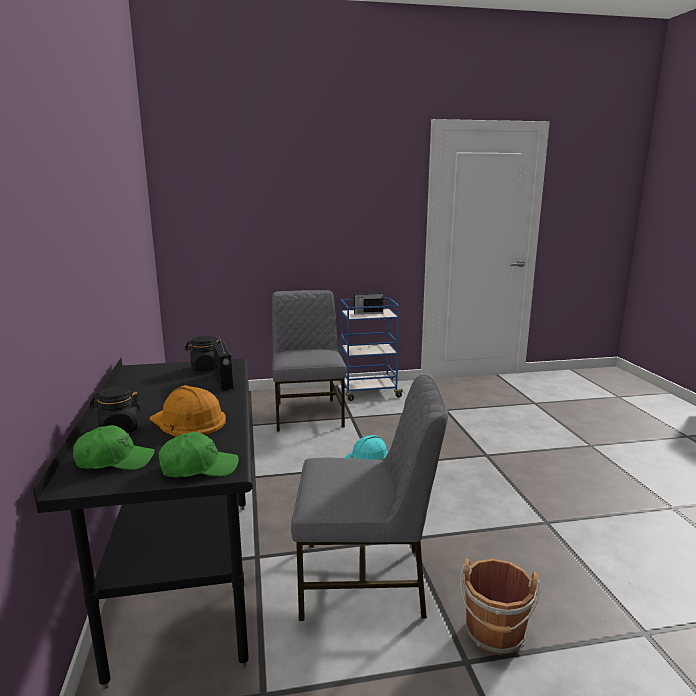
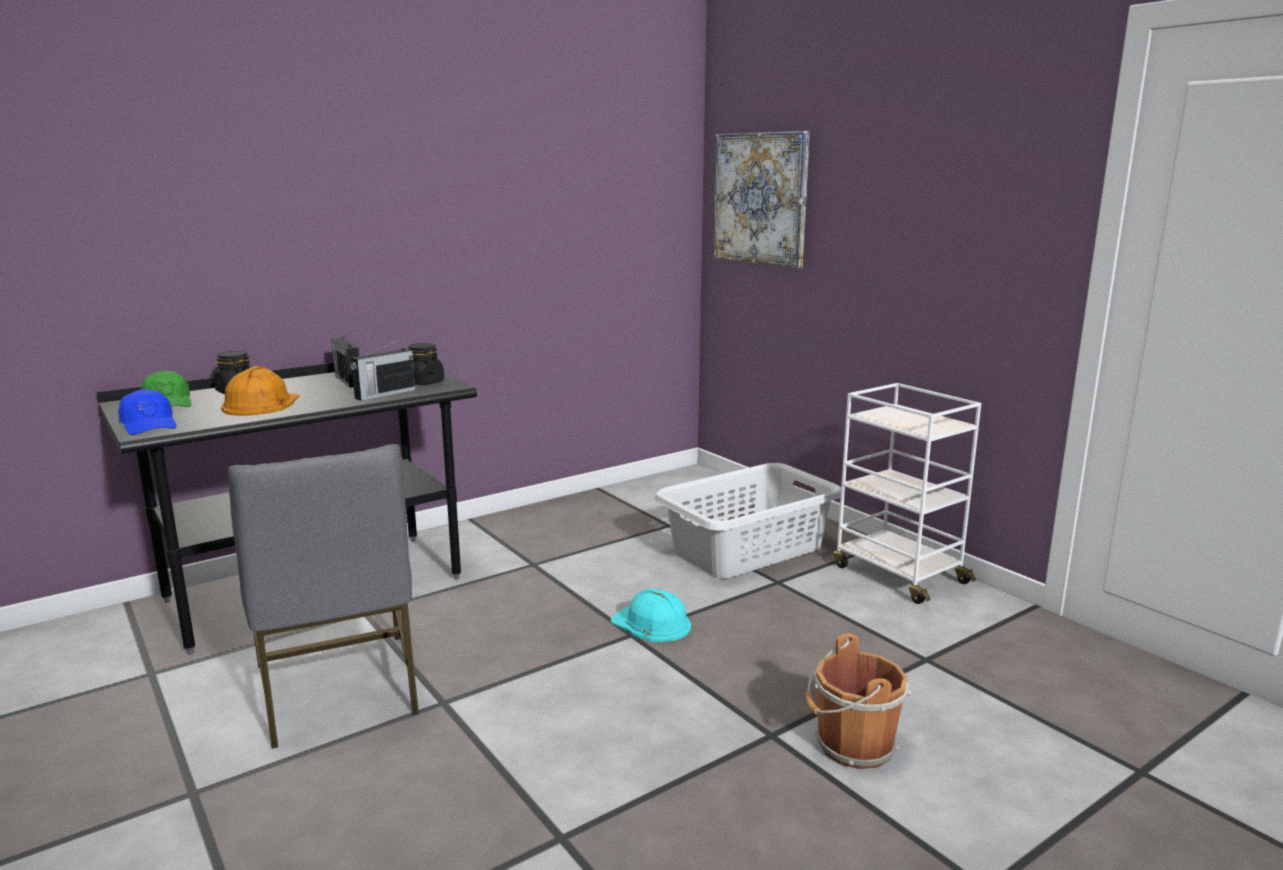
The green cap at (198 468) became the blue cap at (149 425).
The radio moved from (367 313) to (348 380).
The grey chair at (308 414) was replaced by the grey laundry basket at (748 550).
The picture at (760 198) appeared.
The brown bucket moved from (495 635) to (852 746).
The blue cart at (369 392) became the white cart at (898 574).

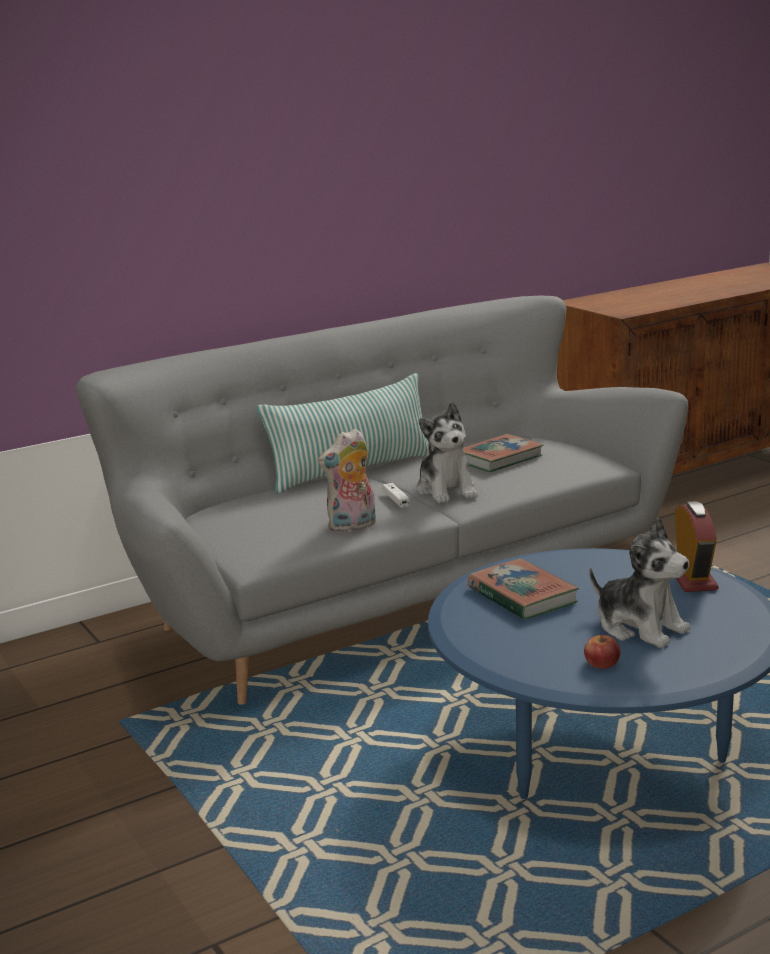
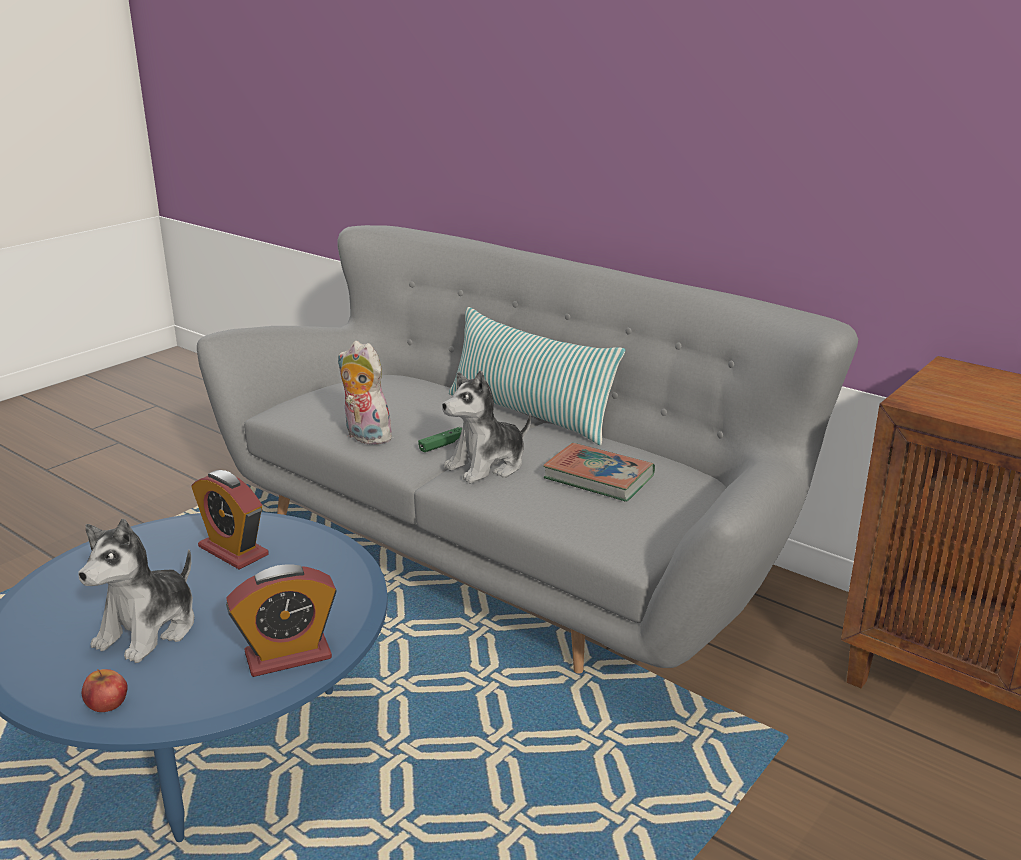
The apple moved from (601 663) to (107 703).
The book at (522 596) was replaced by the alarm clock at (233 551).
The white game controller at (396 500) became the green game controller at (442 445).

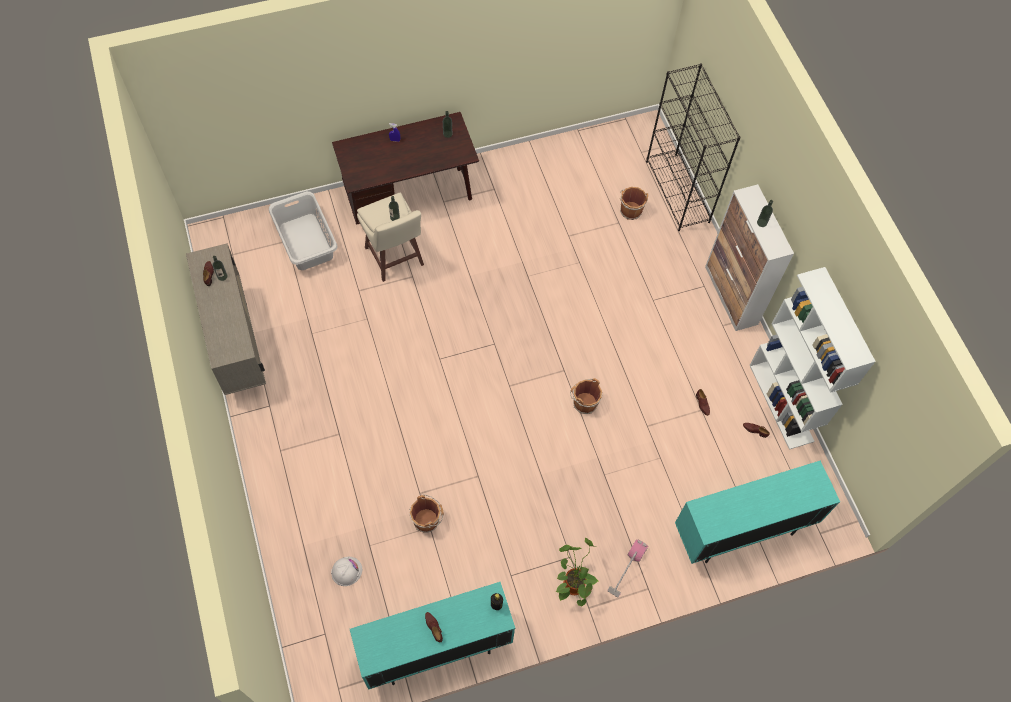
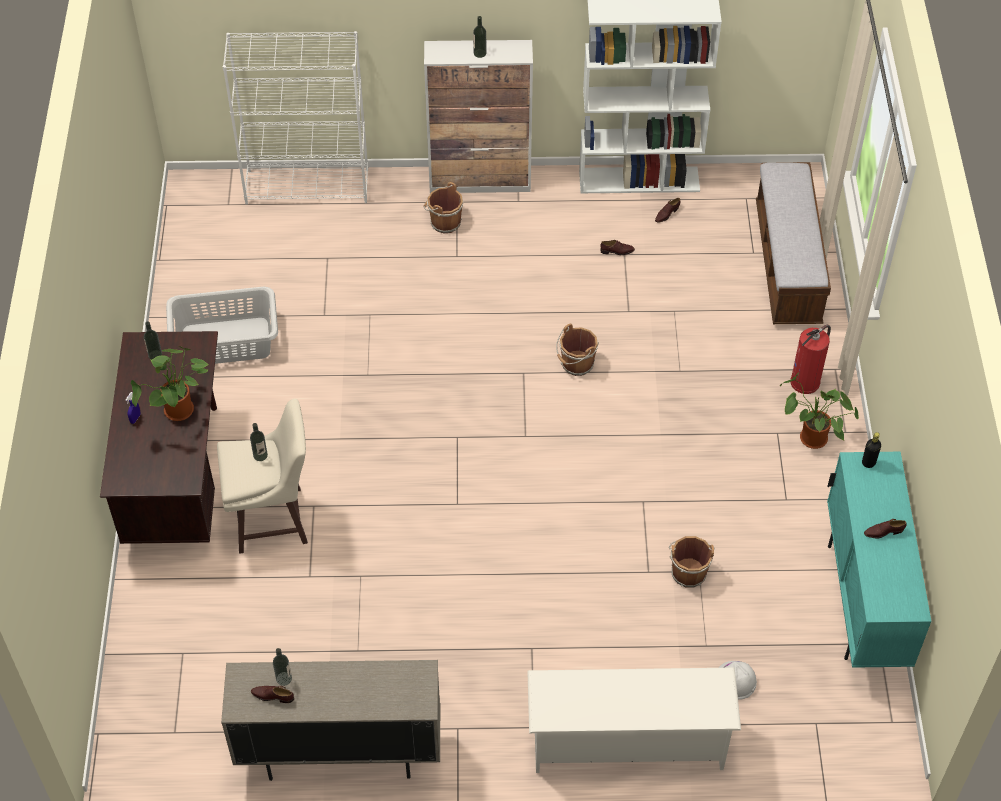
The potted plant at (179 413) appeared.
The grey laundry basket moved from (306 242) to (226 342).
The black bookcase at (678 192) became the white bookcase at (308 186).
The brown bucket moved from (630 210) to (444 222).
The white shoe rack at (627 741) appeared.
The turquoise cabinet at (741 531) was replaced by the bench at (787 264).
The vacuum cleaner at (627 568) was replaced by the fire extinguisher at (806 382).

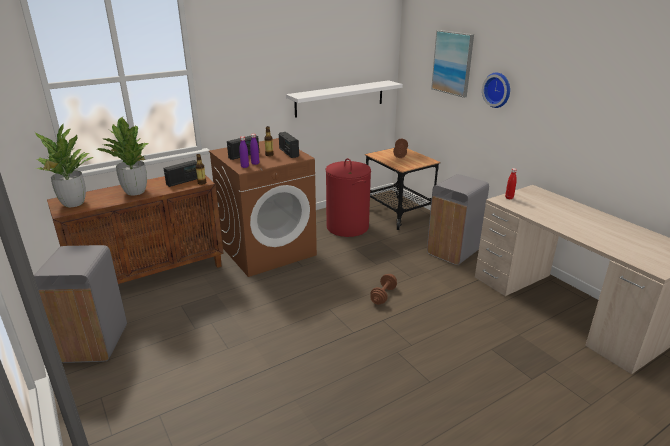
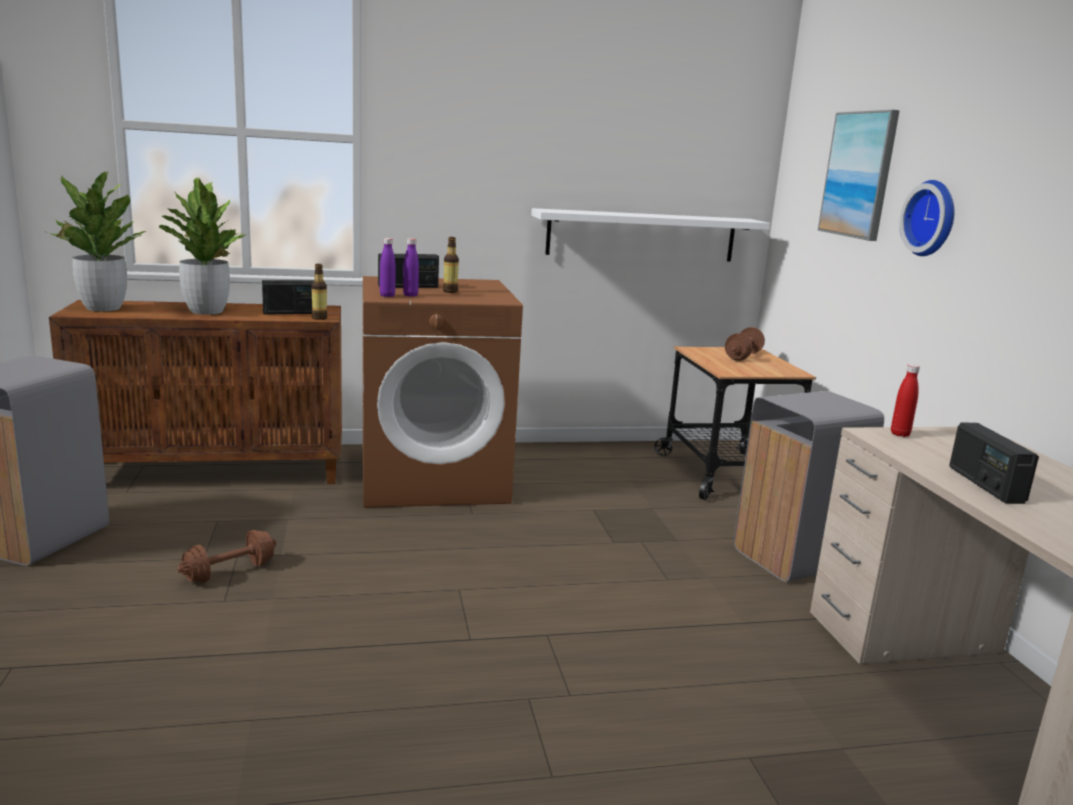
The brown dumbbell moved from (383 295) to (229 572).
The radio moved from (288 153) to (985 484).
The red laundry basket at (347 227) disappeared.

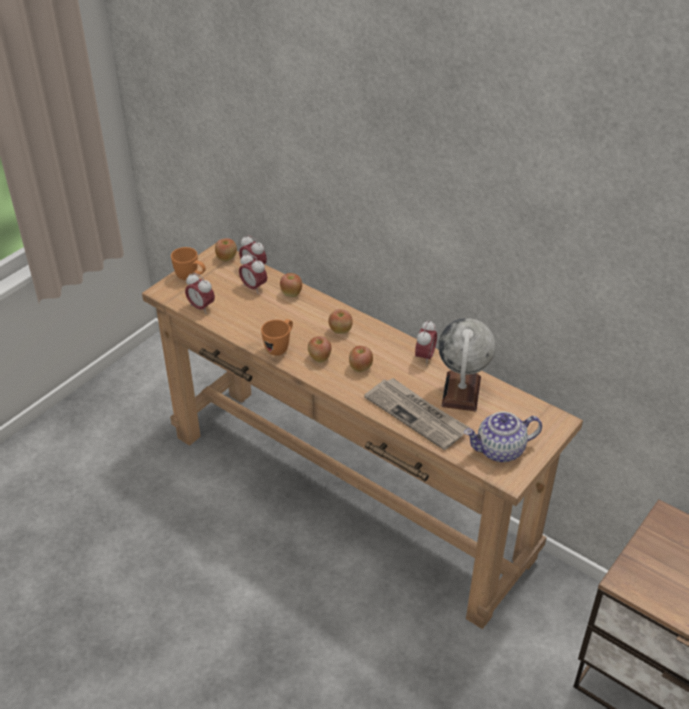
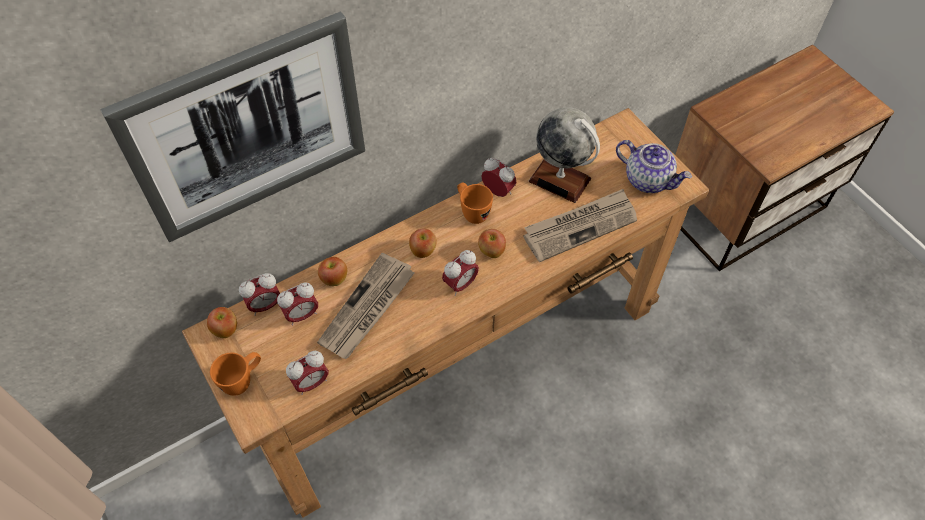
The picture at (248 129) appeared.
The newspaper at (367 309) appeared.
The apple at (319 358) was replaced by the alarm clock at (460 284).
The orange mug moved from (280 347) to (472 212).
The teapot at (500 450) turned 60 degrees counterclockwise.

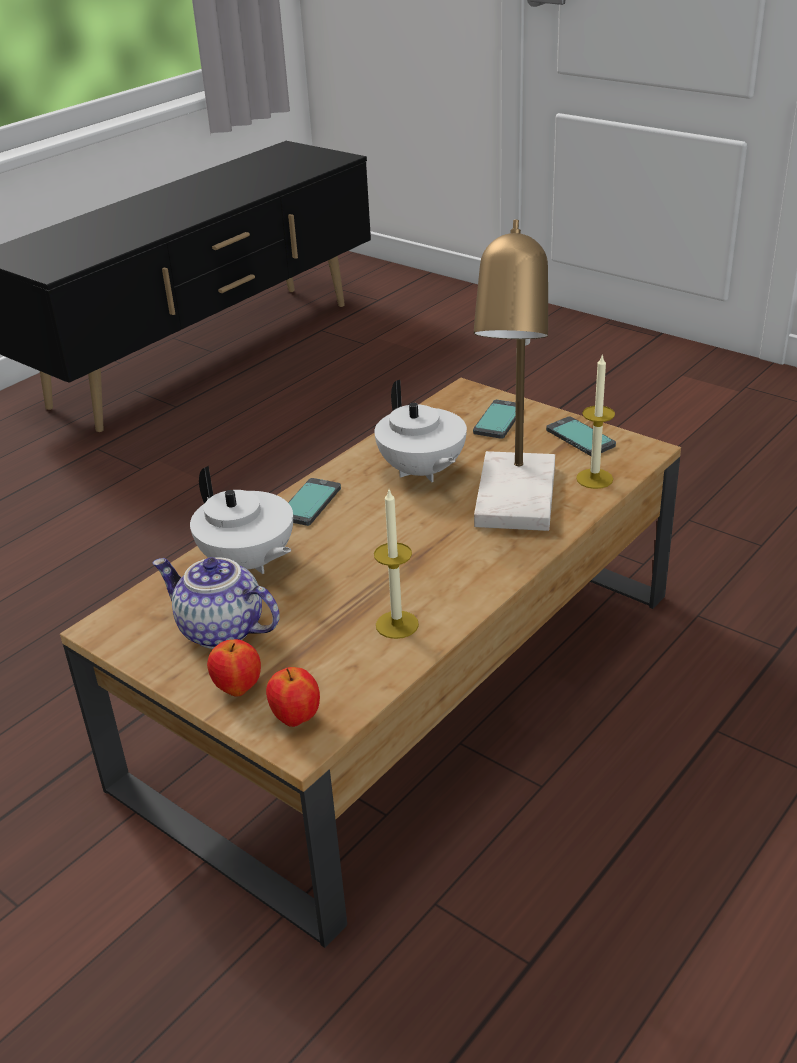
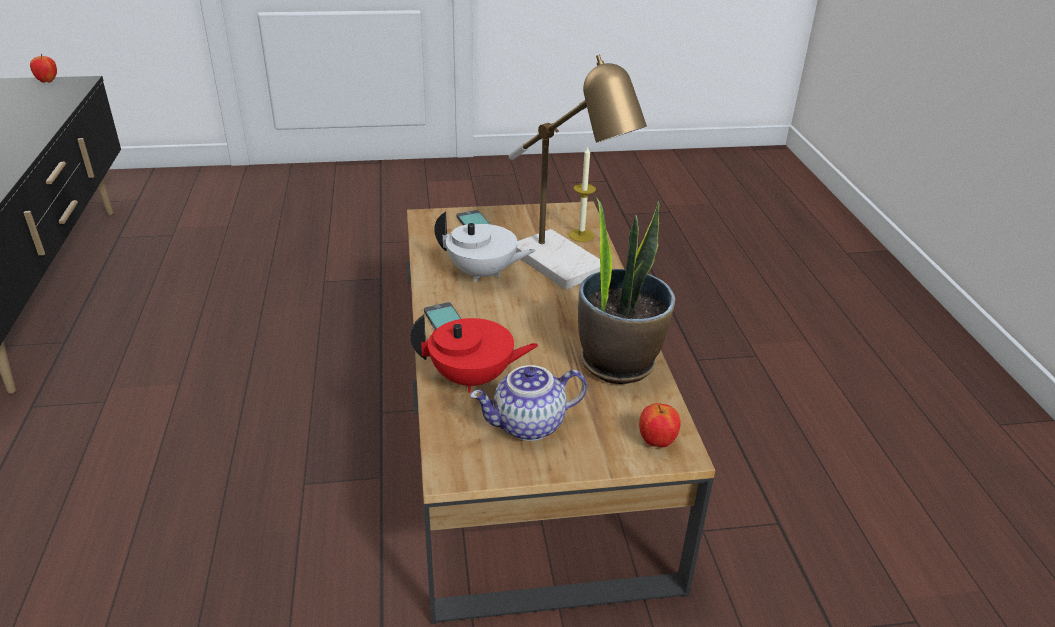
The apple moved from (238 689) to (47 81).
The white teapot at (248 563) became the red teapot at (473 378).
The candle at (397 624) was replaced by the potted plant at (618 362).
The phone at (580 438) disappeared.

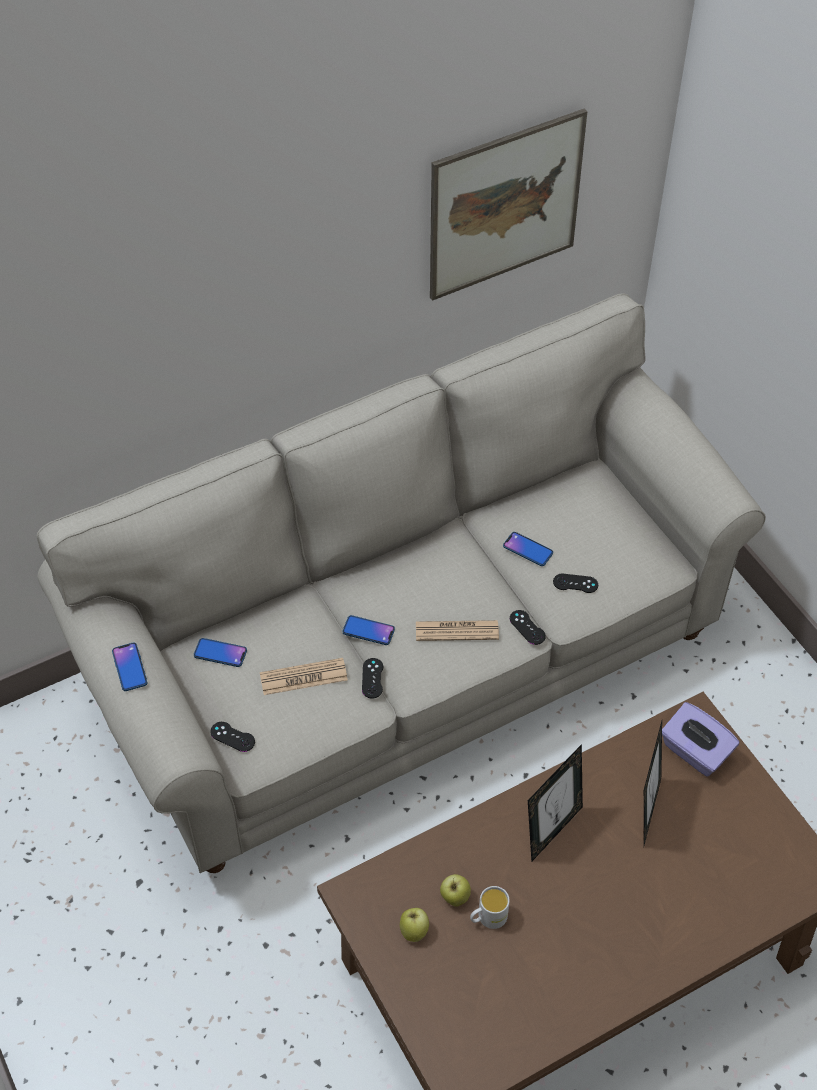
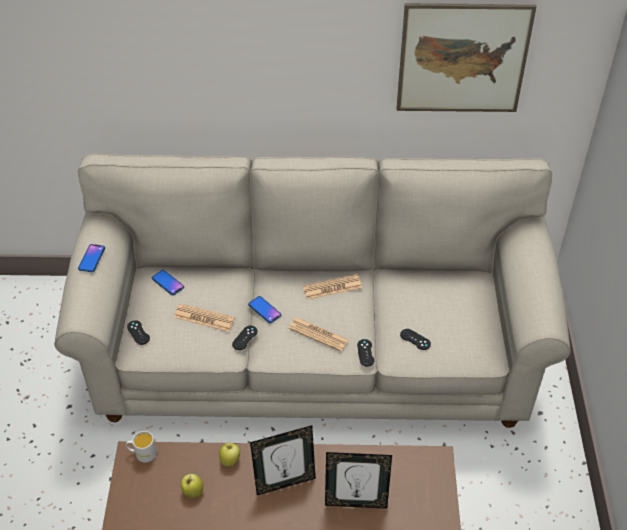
The white mug moved from (488 918) to (142 453).
The apple moved from (414 931) to (230 460).
The newspaper at (332 287) appeared.
The picture frame at (646 810) turned 45 degrees clockwise.
The phone at (528 549) disappeared.
The purple tissue box at (695 752) disappeared.

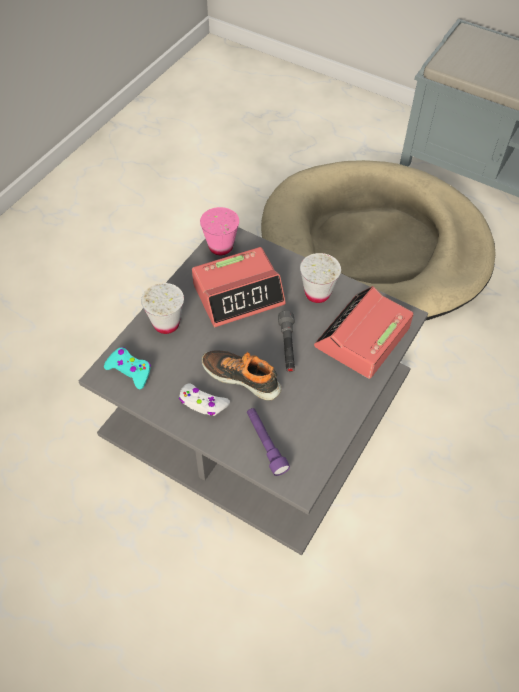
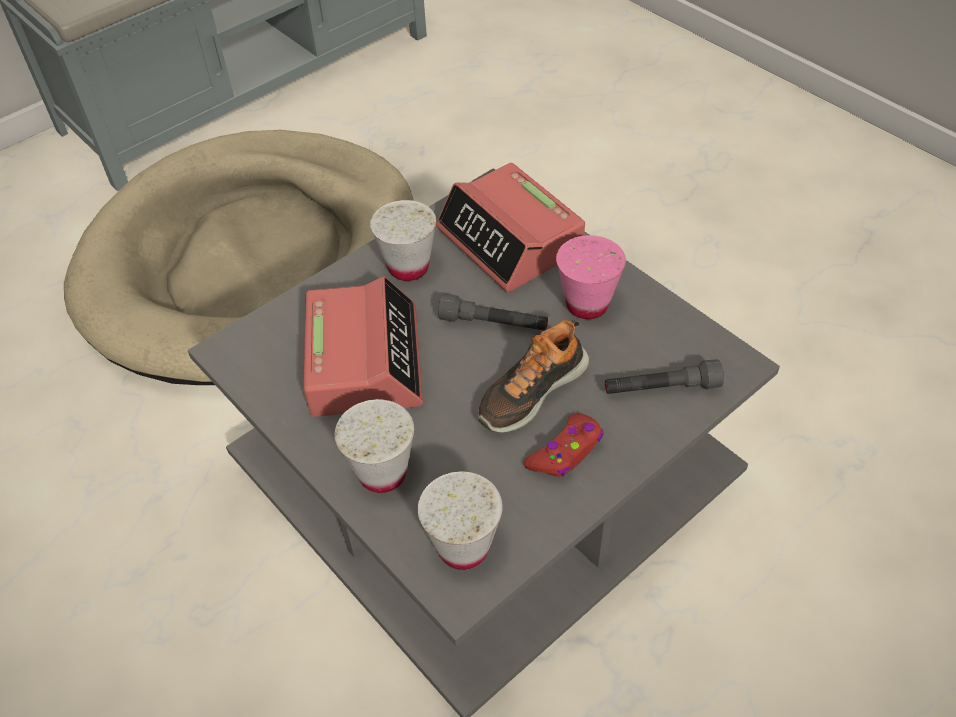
The turquoise game controller at (130 370) was replaced by the white cup at (463 547).
The white game controller at (203 403) became the red game controller at (566 452).
The pink cup moved from (221 247) to (587 304).
The purple flashlight at (265 444) became the grey flashlight at (661 388).

